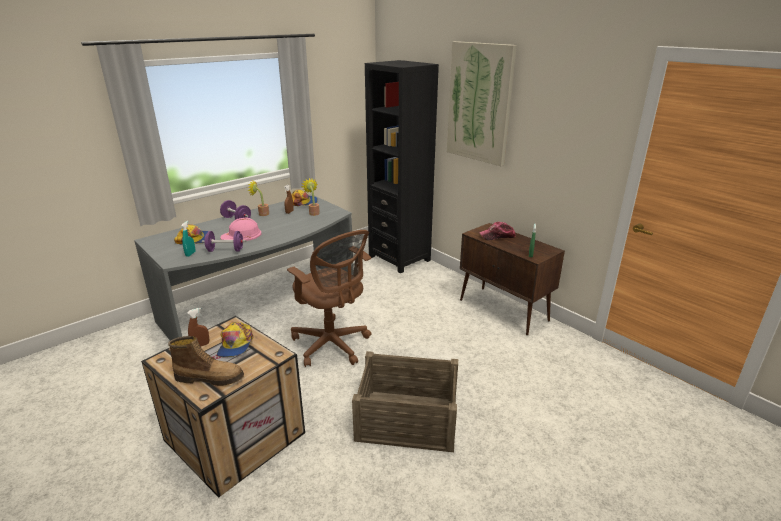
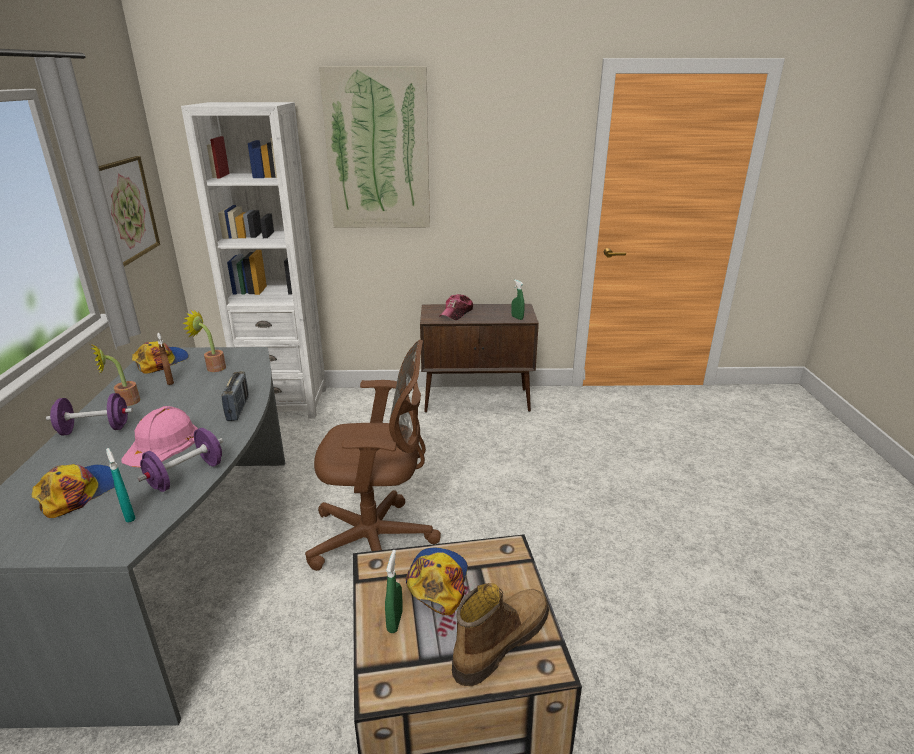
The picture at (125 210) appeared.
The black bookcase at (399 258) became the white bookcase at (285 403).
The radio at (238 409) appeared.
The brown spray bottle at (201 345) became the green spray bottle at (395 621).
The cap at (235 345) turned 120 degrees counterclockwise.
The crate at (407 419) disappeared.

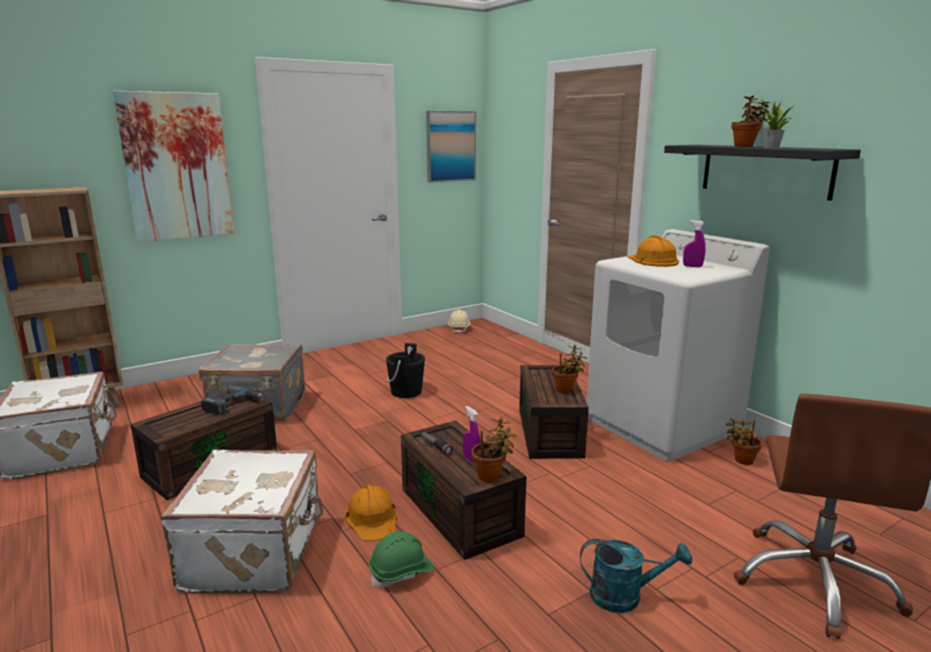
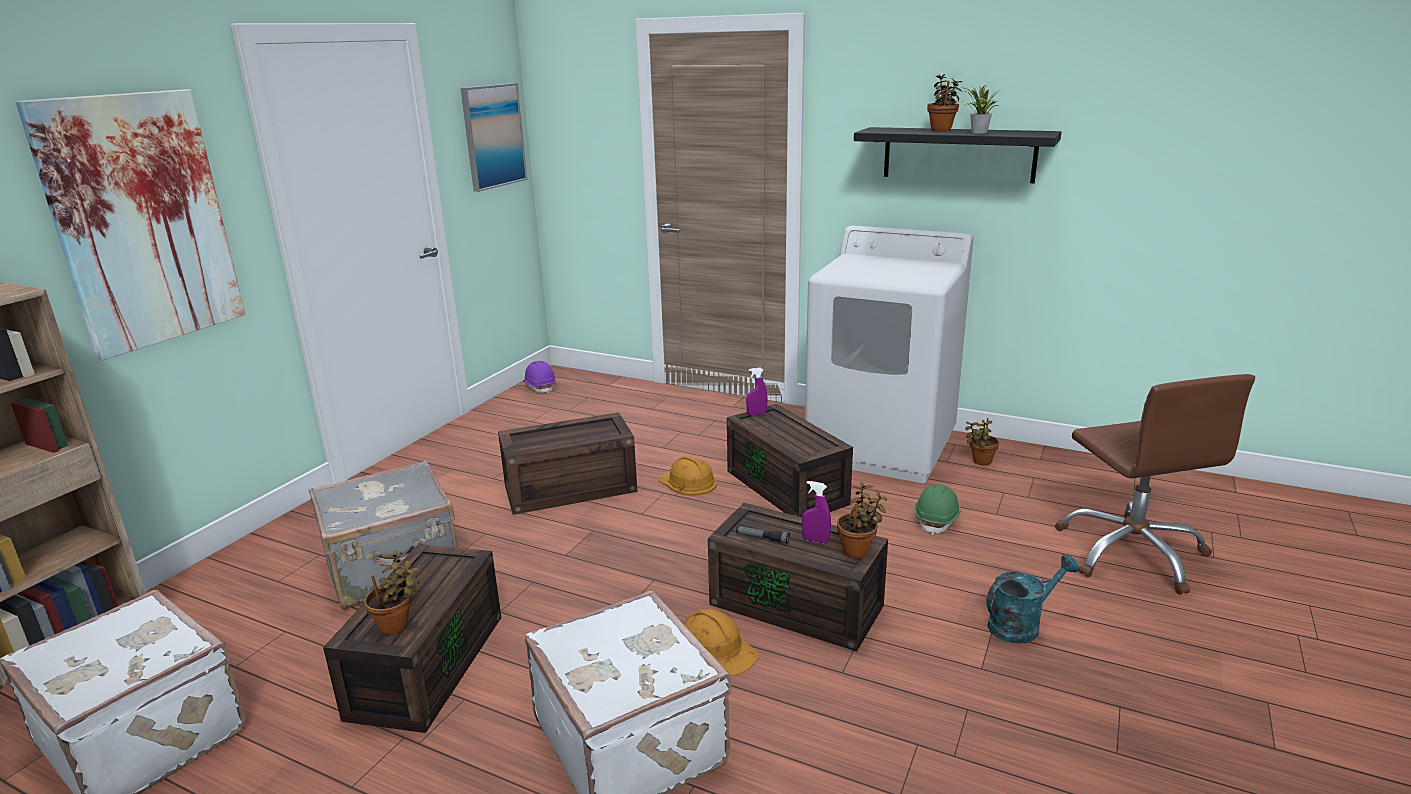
The potted plant moved from (566 389) to (397 625).
The black bucket at (406 392) was replaced by the crate at (572 487).
The beige hard hat at (459 329) became the purple hard hat at (540 386).
The orange hard hat moved from (652 260) to (688 482).
The purple spray bottle moved from (692 266) to (756 414).
The green hard hat moved from (402 572) to (937 520).
The power drill at (232 404) disappeared.

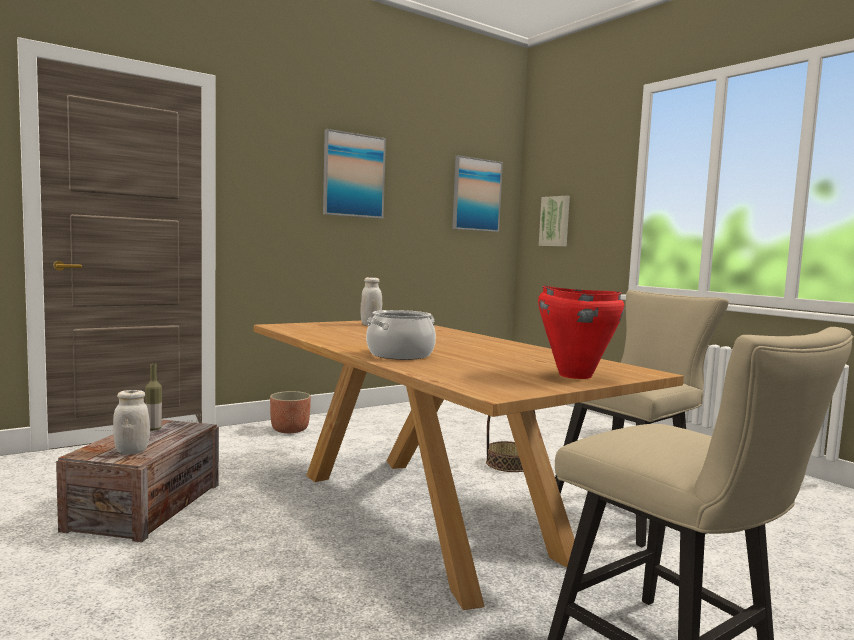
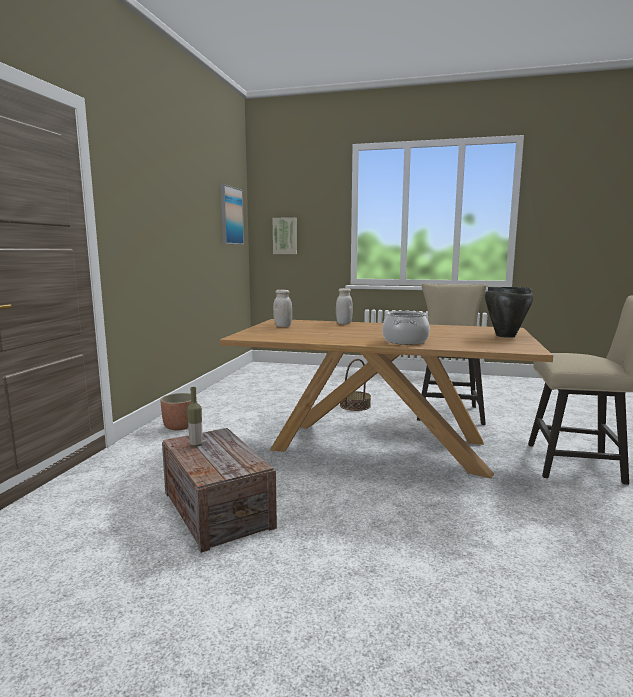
The white jar moved from (132 451) to (344 323).
The red cooking pot at (574 375) became the black cooking pot at (505 336).
The picture at (353 175) disappeared.

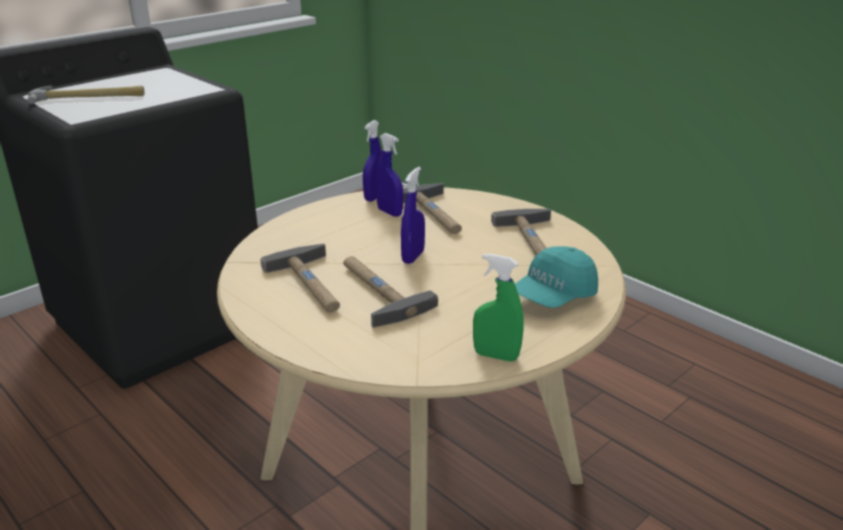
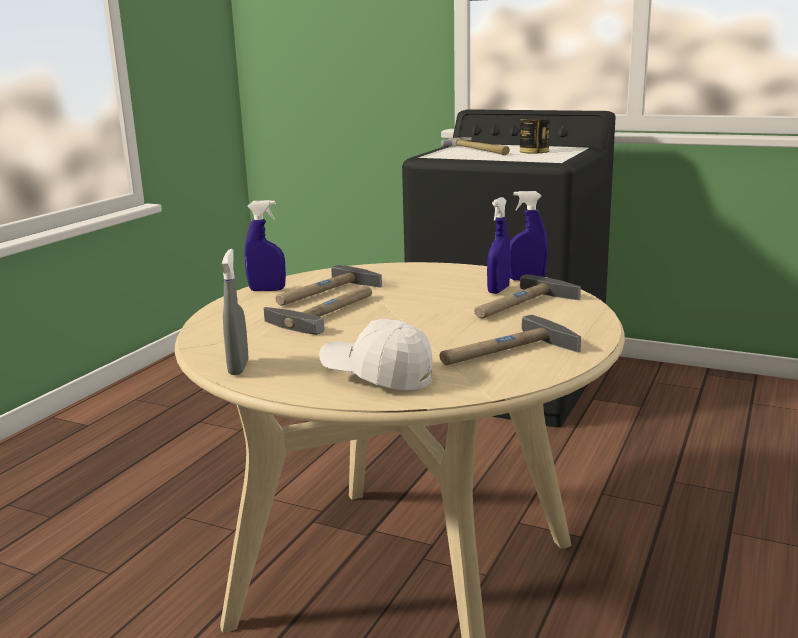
The green spray bottle at (496 356) became the grey spray bottle at (238 367).
The blue spray bottle moved from (413 257) to (267 290).
The turquoise cap at (553 296) became the white cap at (377 376).
The can at (534 151) appeared.

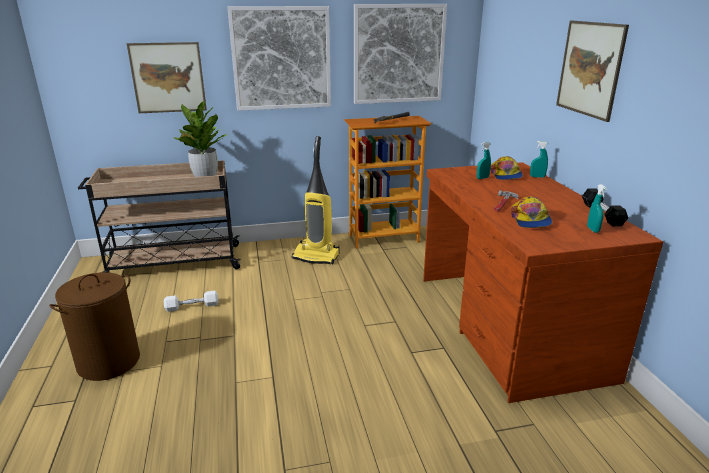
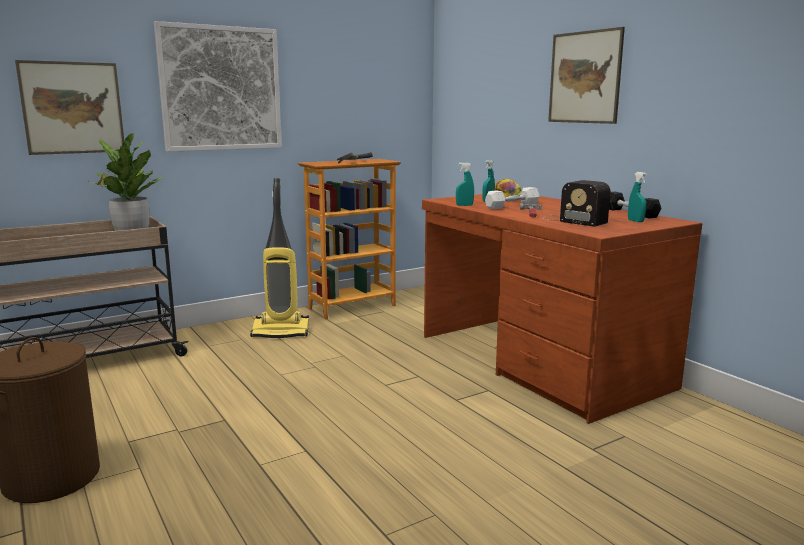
The turquoise spray bottle moved from (537 177) to (464 205).
The white dumbbell moved from (192 306) to (512 206).
The cap at (530 220) was replaced by the radio at (572 220).
The picture at (398 54) disappeared.

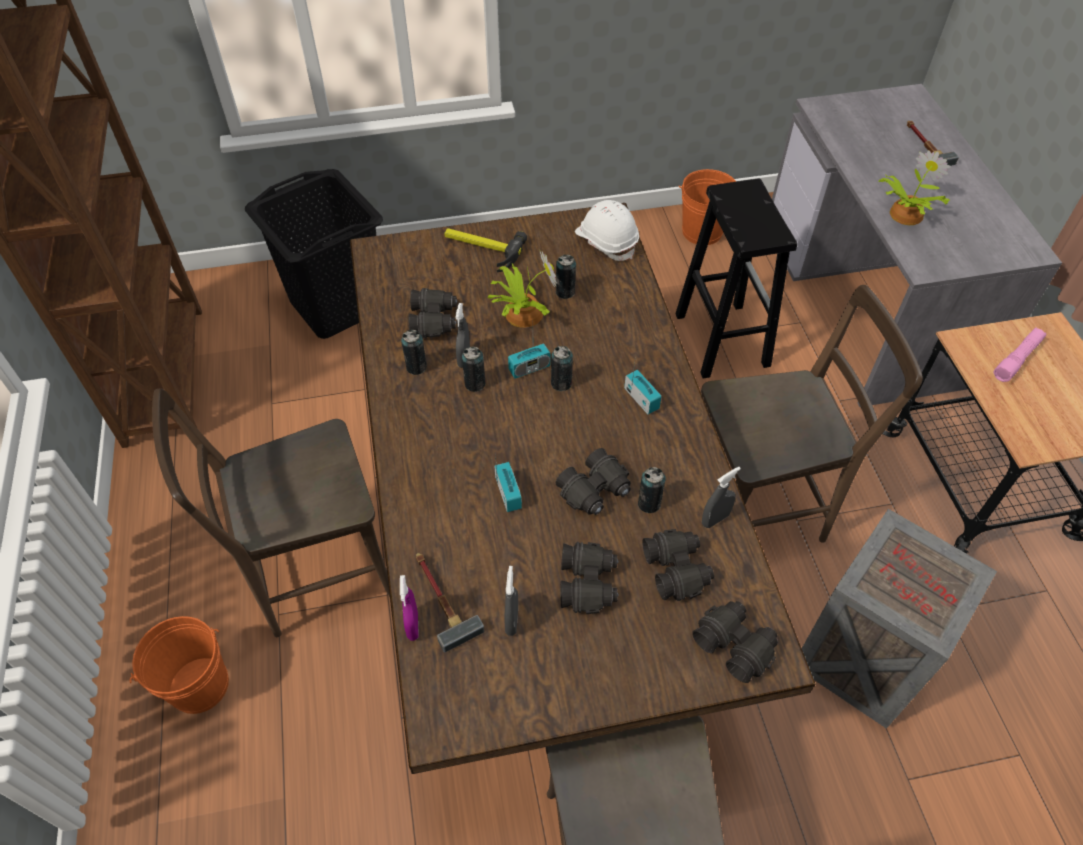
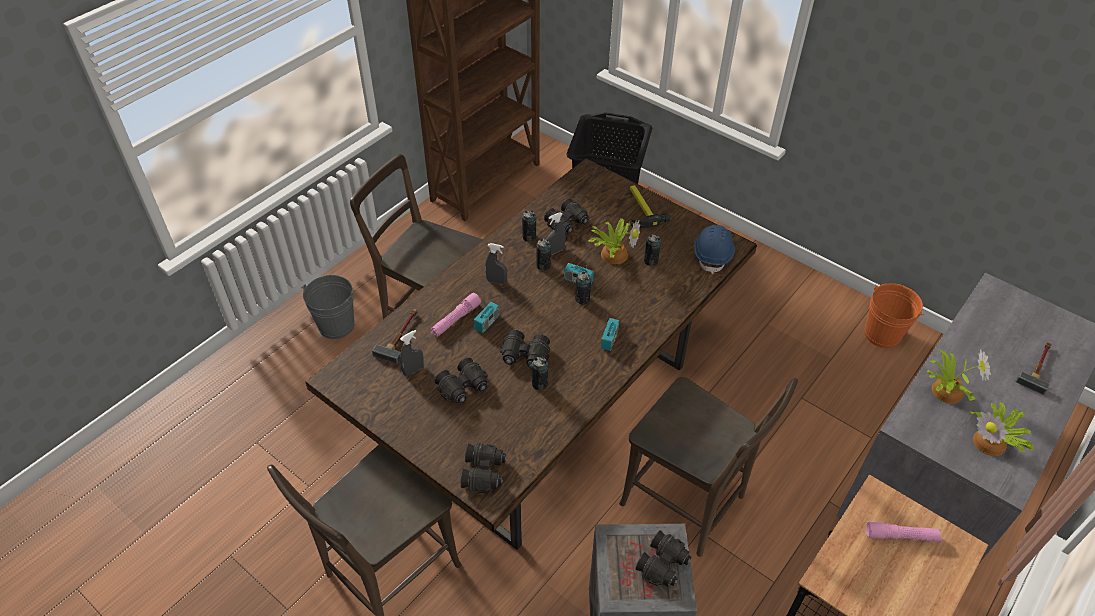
The orange bucket at (199 685) became the grey bucket at (336 325).
The pink flashlight at (455 320) appeared.
The grey spray bottle moved from (715 519) to (496 281).
The black binoculars moved from (676 569) to (663 564).
The white hard hat at (606 241) became the blue hard hat at (713 255).
The potted plant at (991 442) appeared.
The purple spray bottle at (413 626) disappeared.
The black stool at (721 338) disappeared.

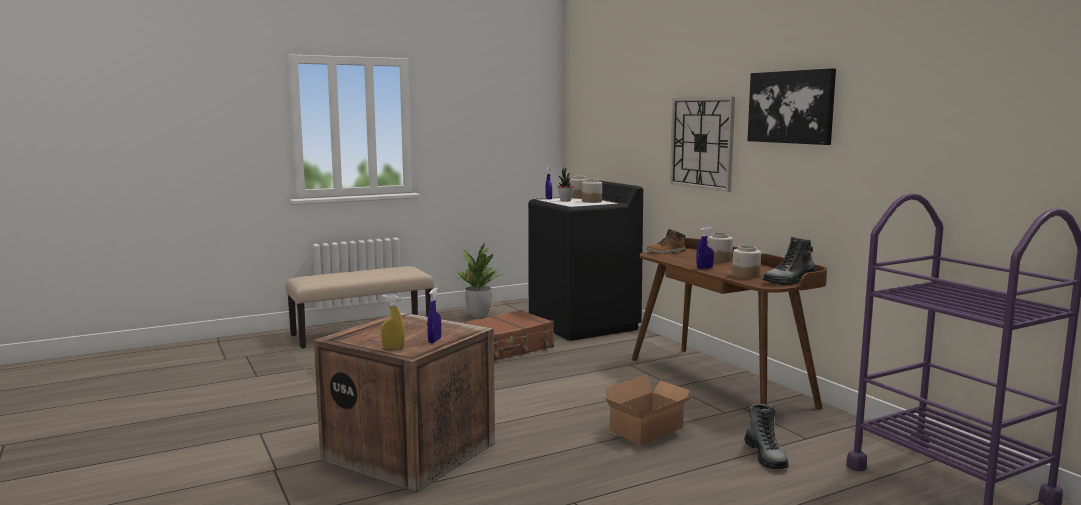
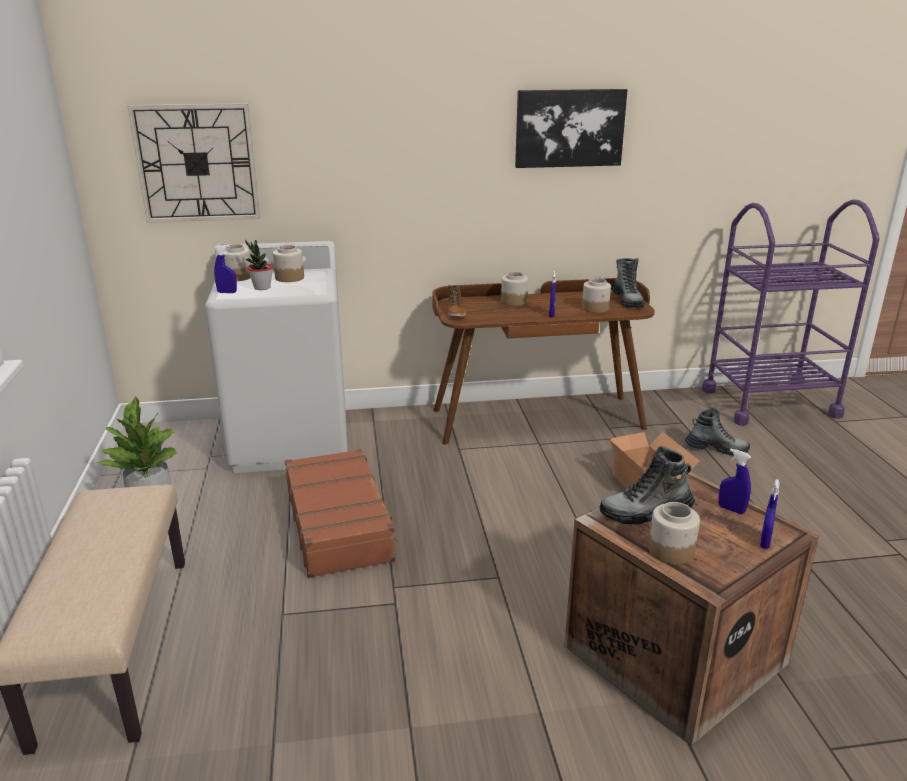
The wall clock moved from (702 143) to (197 163).
The black washing machine at (584 325) became the white washing machine at (292 441).
The boot at (645 512) appeared.
The jar at (670 551) appeared.
The yellow spray bottle at (393 348) became the blue spray bottle at (764 542).

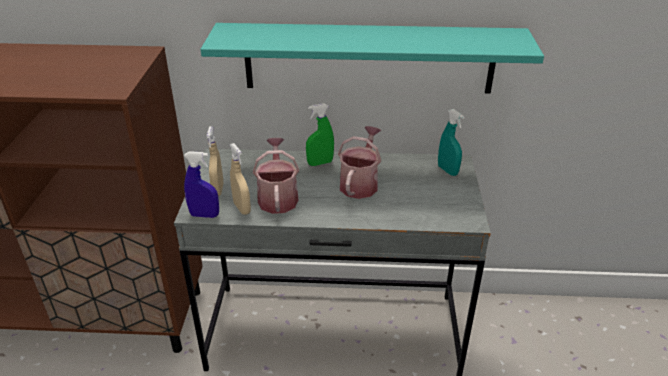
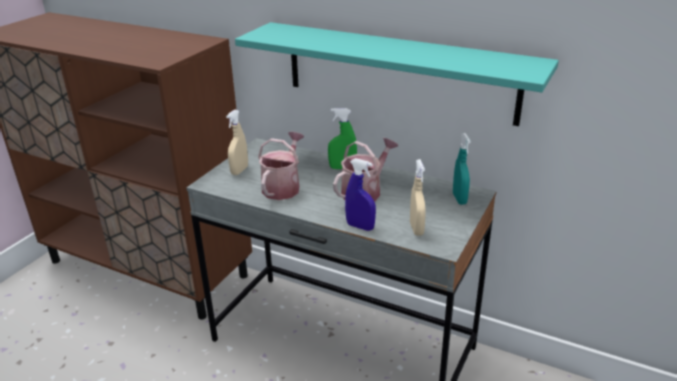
The blue spray bottle moved from (204 215) to (360 226).
The beige spray bottle moved from (242 208) to (416 229).

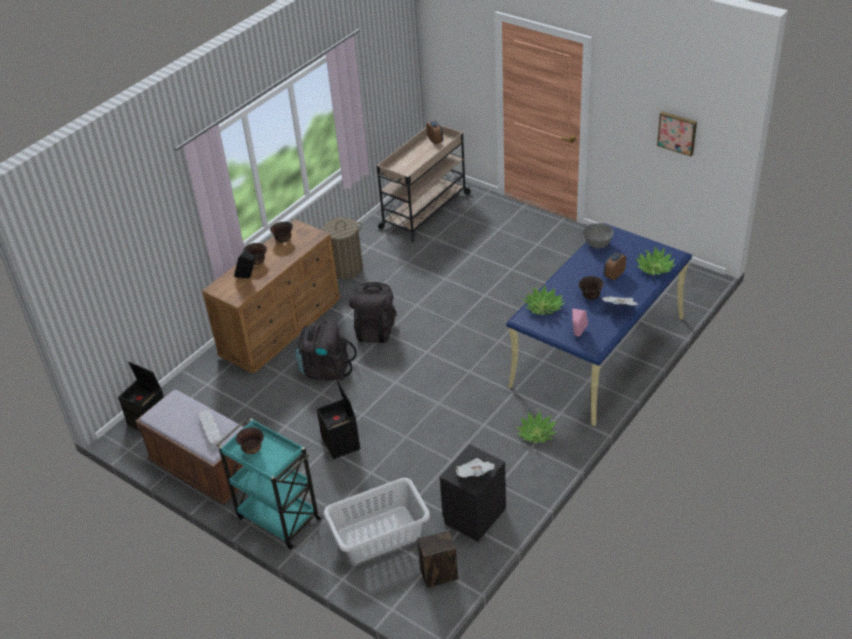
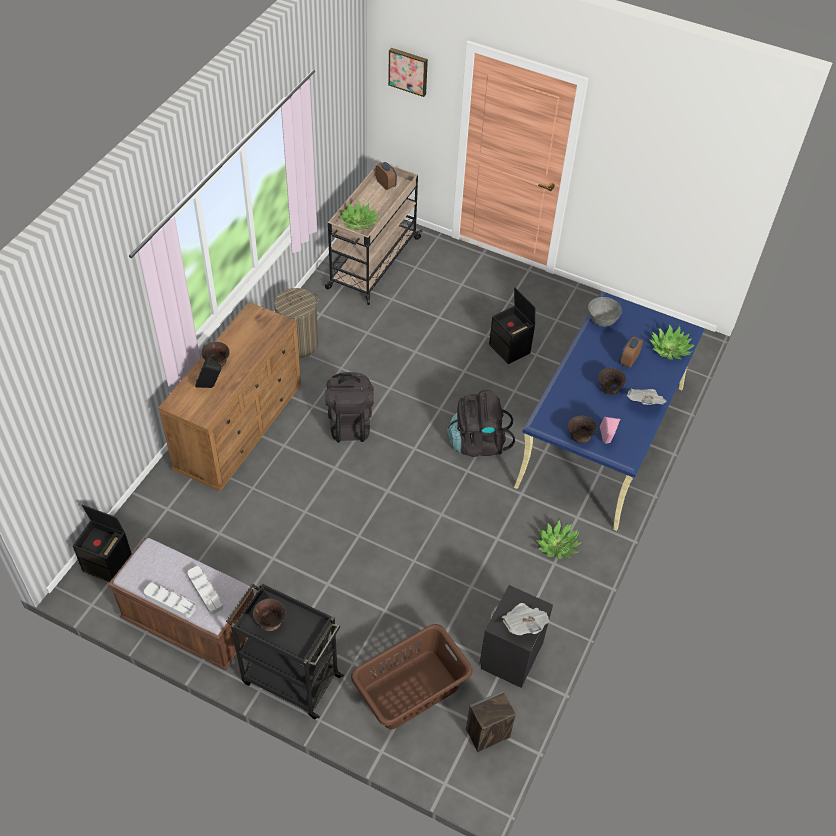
The grey tray at (170 601) appeared.
The turquoise cart at (277 517) became the black cart at (290 678).
The potted plant moved from (543 307) to (359 222).
The grey laundry basket at (378 534) became the brown laundry basket at (410 689).
The picture moved from (677 132) to (408 71).
The black backpack moved from (325 369) to (478 442).
The black storage box moved from (341 443) to (510 349).
The brown bowl moved from (283 240) to (579 438).

